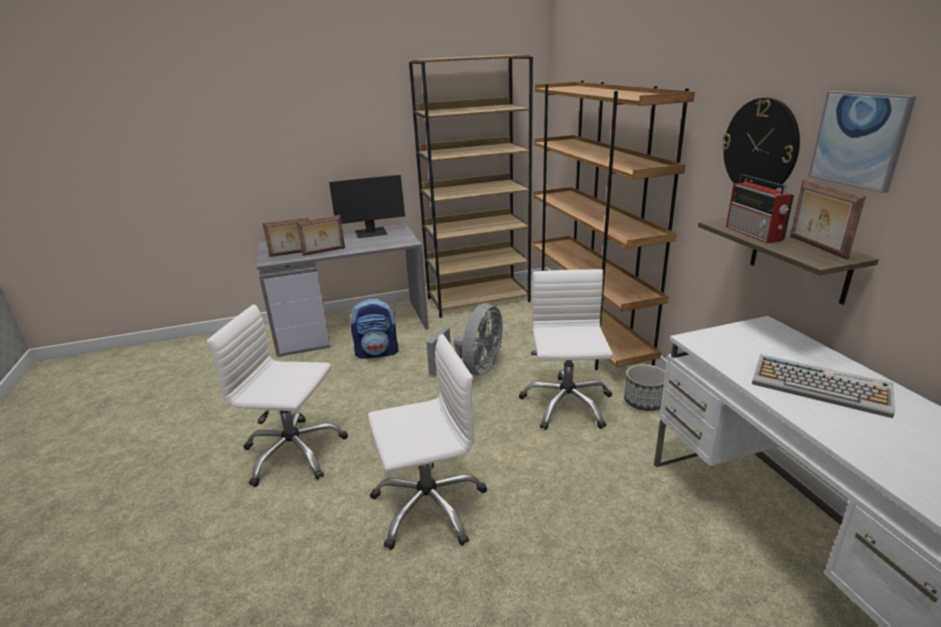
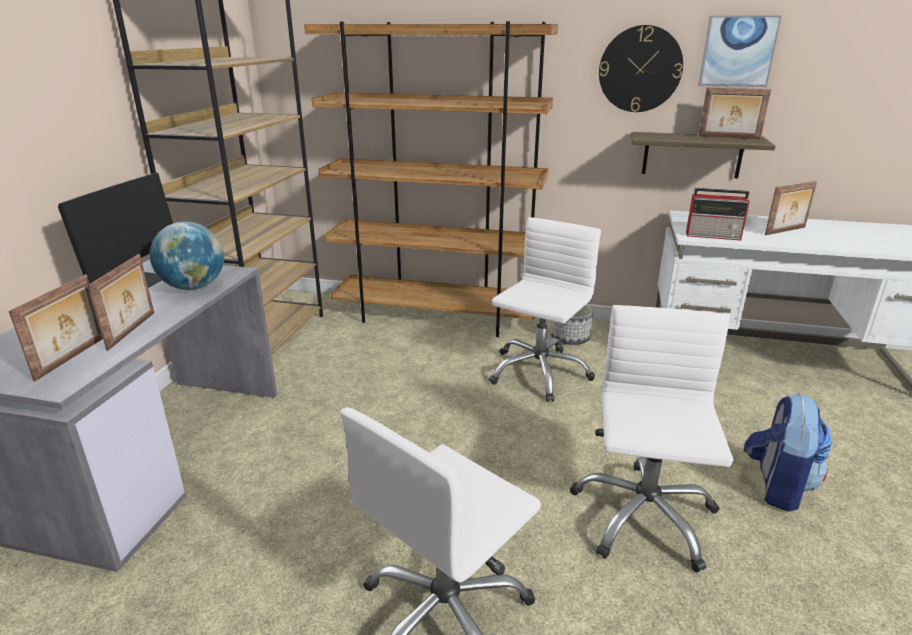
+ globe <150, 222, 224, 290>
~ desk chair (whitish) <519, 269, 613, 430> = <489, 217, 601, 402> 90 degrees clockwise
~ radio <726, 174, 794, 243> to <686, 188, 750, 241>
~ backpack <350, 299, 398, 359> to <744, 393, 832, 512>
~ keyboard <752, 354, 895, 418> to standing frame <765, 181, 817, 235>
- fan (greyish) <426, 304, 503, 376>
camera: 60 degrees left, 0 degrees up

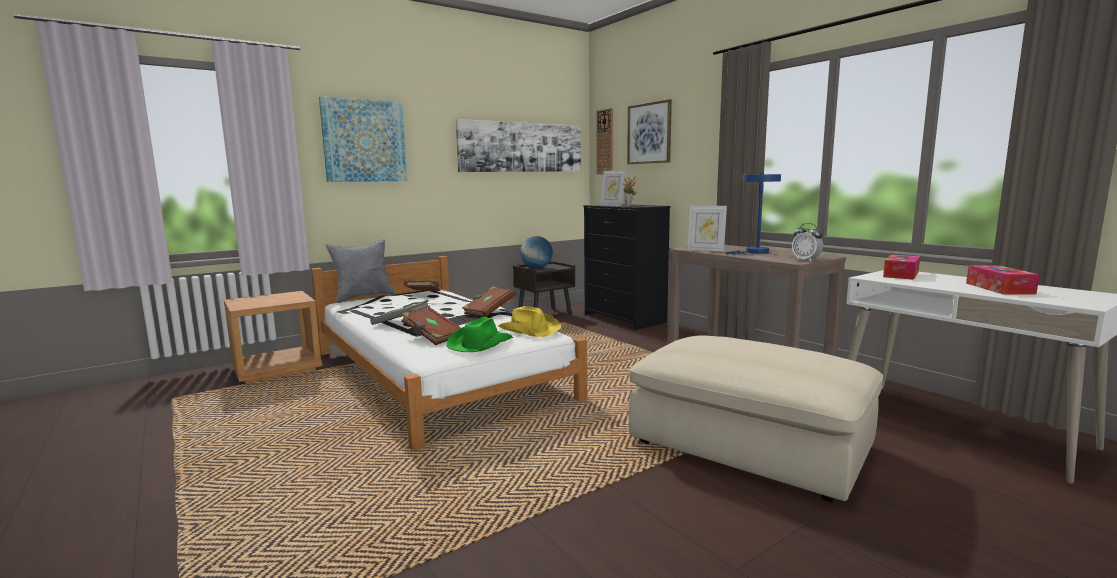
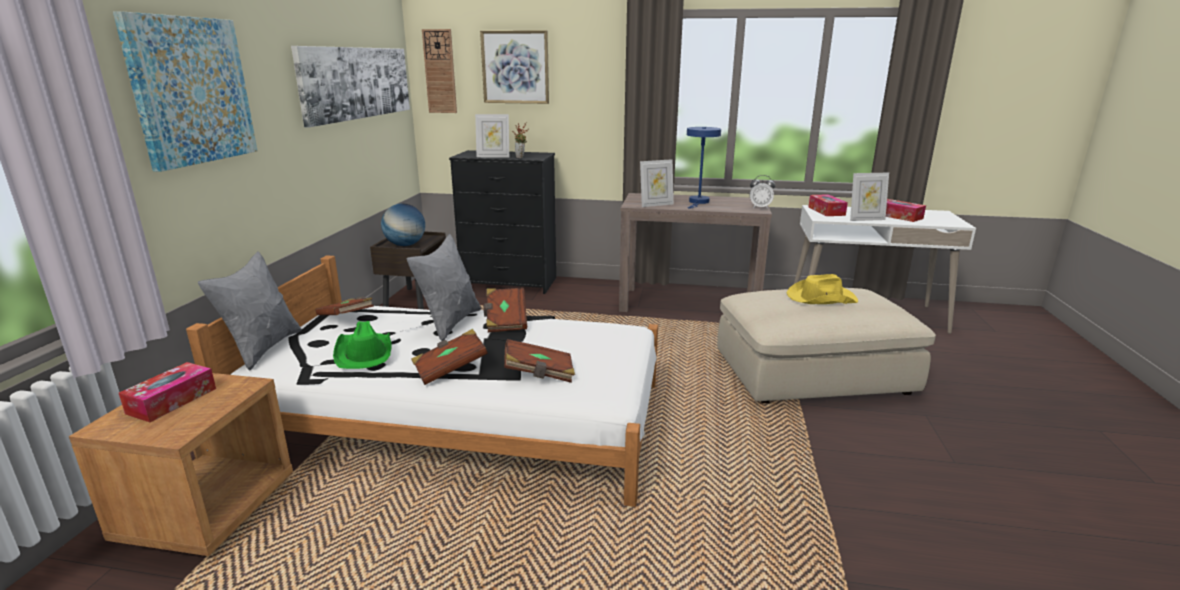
+ tissue holder <119, 362, 216, 422>
~ hat (green-coloured) <446, 317, 513, 352> to <333, 321, 392, 369>
+ pillow (greyish) <407, 234, 481, 341>
~ volume (greyish) <370, 300, 430, 325> to volume (brown) <411, 329, 488, 385>
~ hat (yellow-coloured) <498, 306, 561, 337> to <787, 274, 858, 304>
+ standing frame <850, 173, 889, 221>
camera: 45 degrees left, 10 degrees up

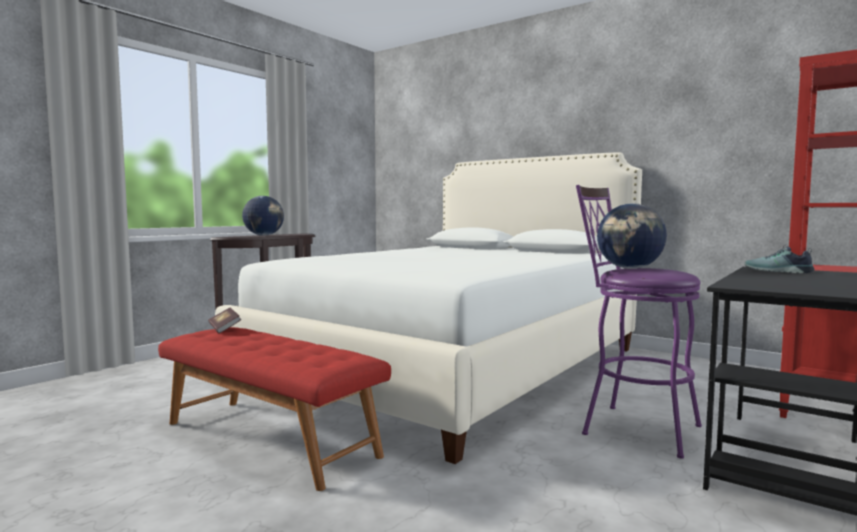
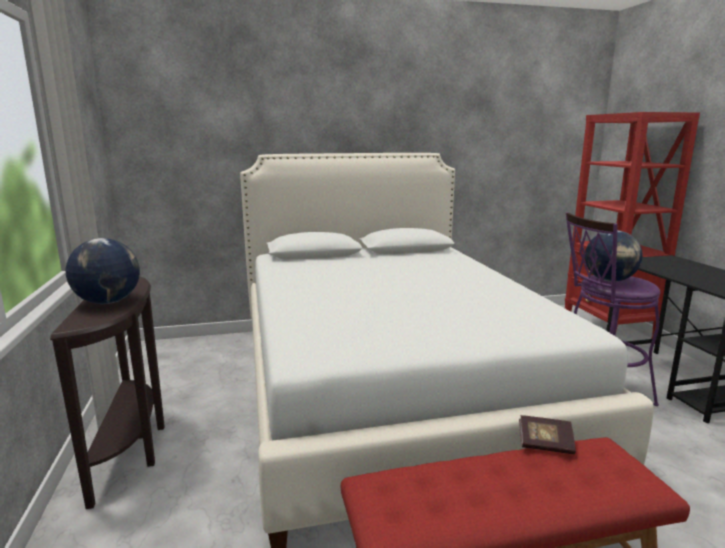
~ volume <208, 307, 241, 333> to <519, 415, 576, 454>
- shoe <744, 245, 815, 273>
camera: 50 degrees left, 10 degrees up

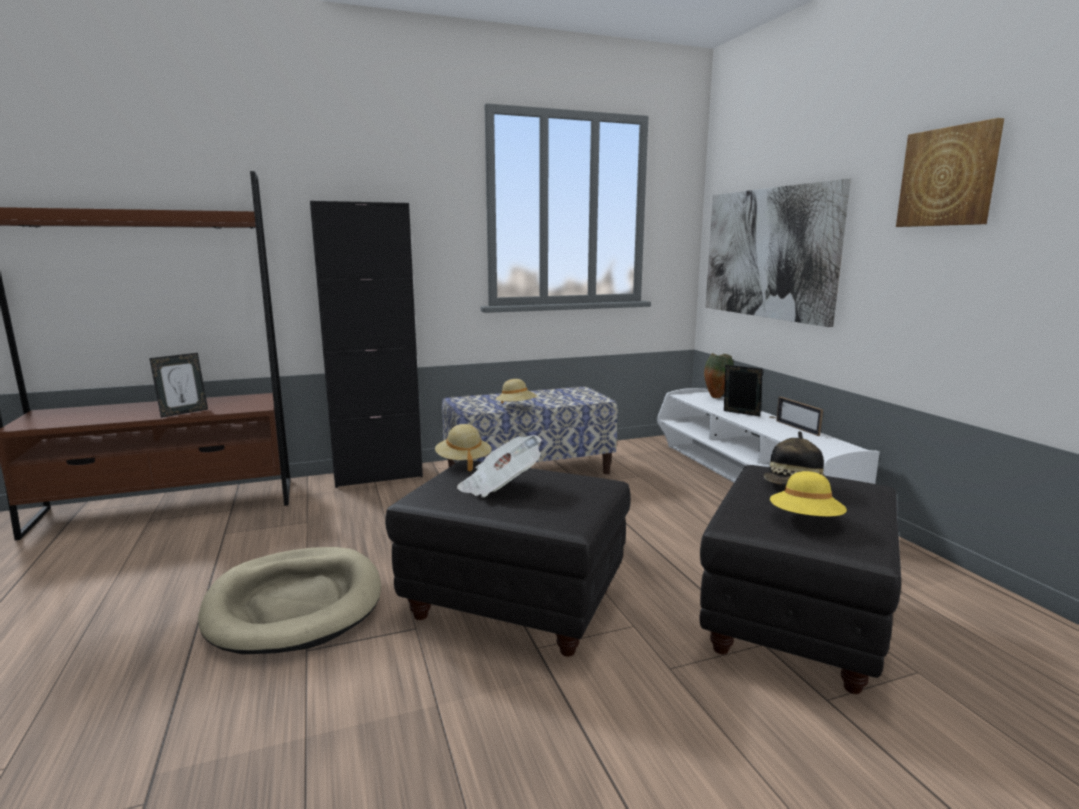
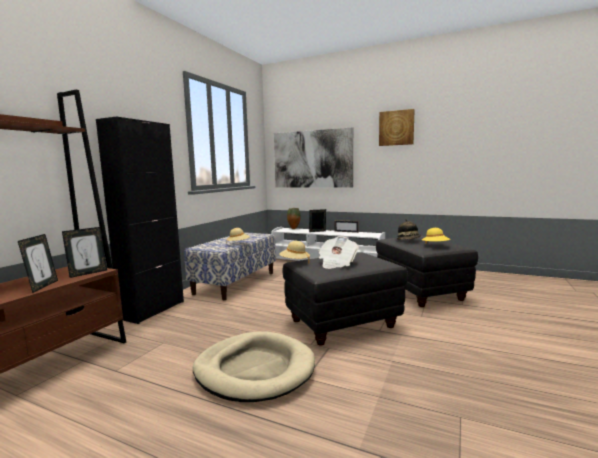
+ standing frame <62, 227, 107, 278>
camera: 45 degrees left, 5 degrees down

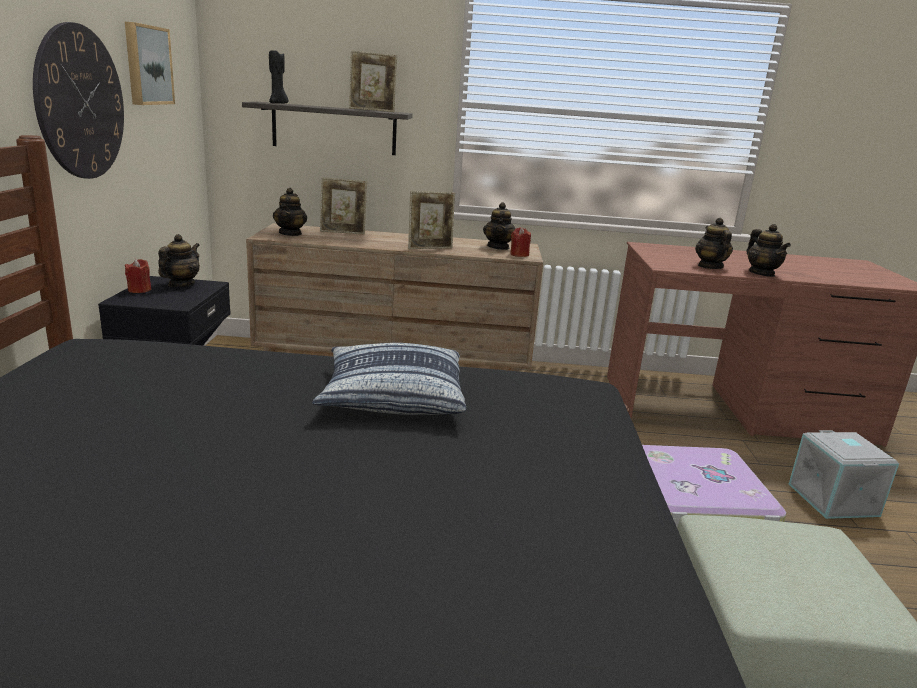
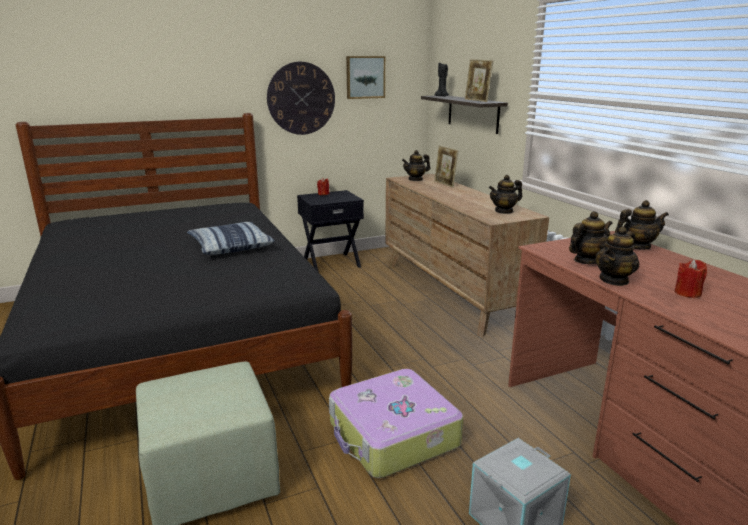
~ pot for tea <158, 234, 200, 287> to <615, 200, 669, 250>
~ wax candle (red-coloured) <510, 227, 531, 257> to <675, 260, 707, 298>
- standing frame <408, 191, 455, 249>
camera: 65 degrees right, 0 degrees up

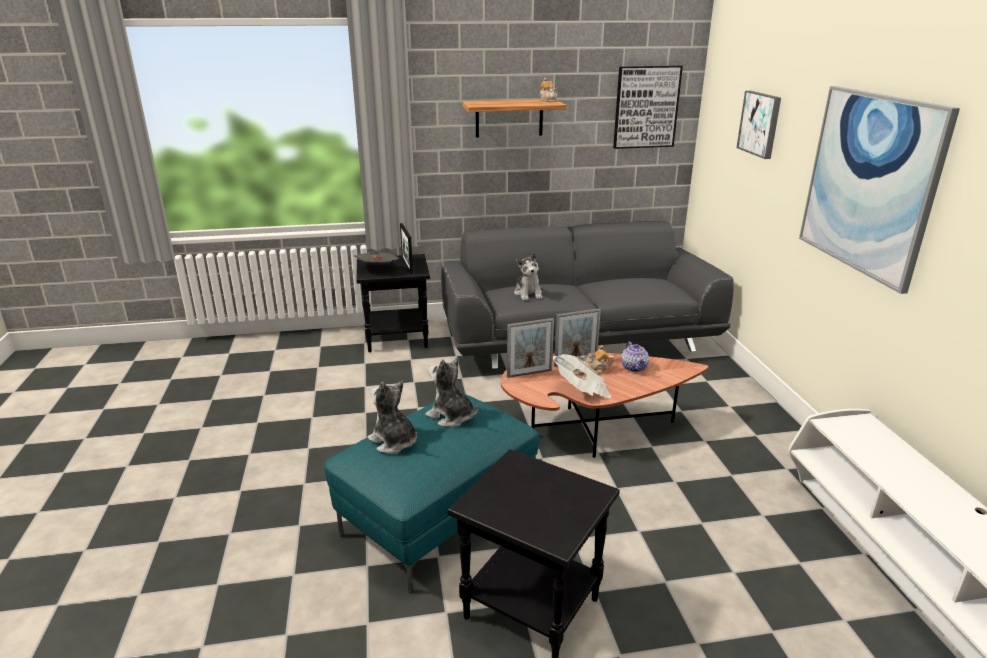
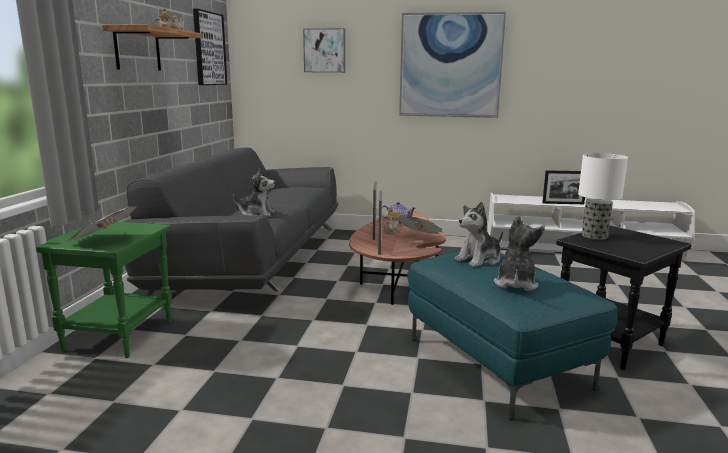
~ accent table (black-coloured) <356, 254, 430, 352> to accent table (green-coloured) <36, 222, 172, 358>
~ cuddly toy <368, 380, 417, 454> = <494, 215, 545, 291> 135 degrees clockwise
~ standing frame <400, 223, 413, 274> to <542, 170, 585, 204>
+ table lamp <578, 153, 628, 240>
camera: 70 degrees left, 10 degrees down

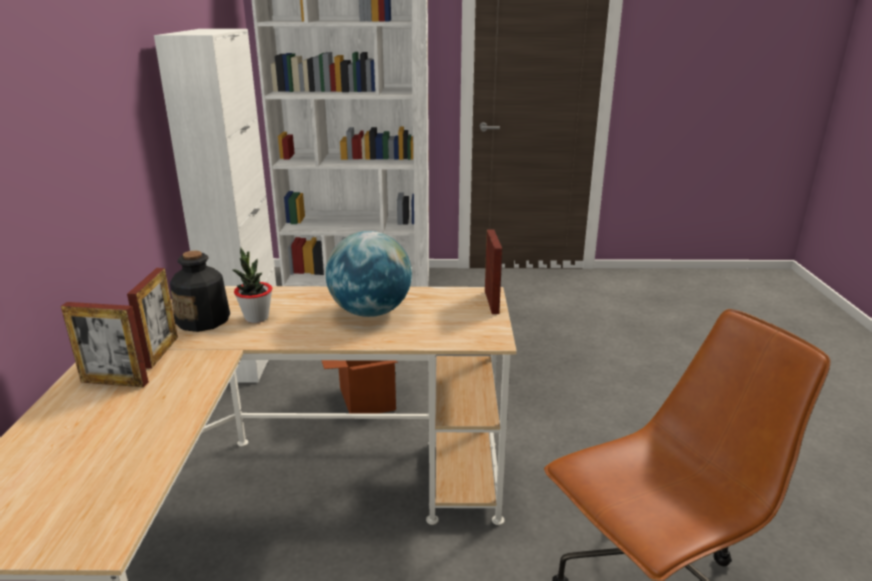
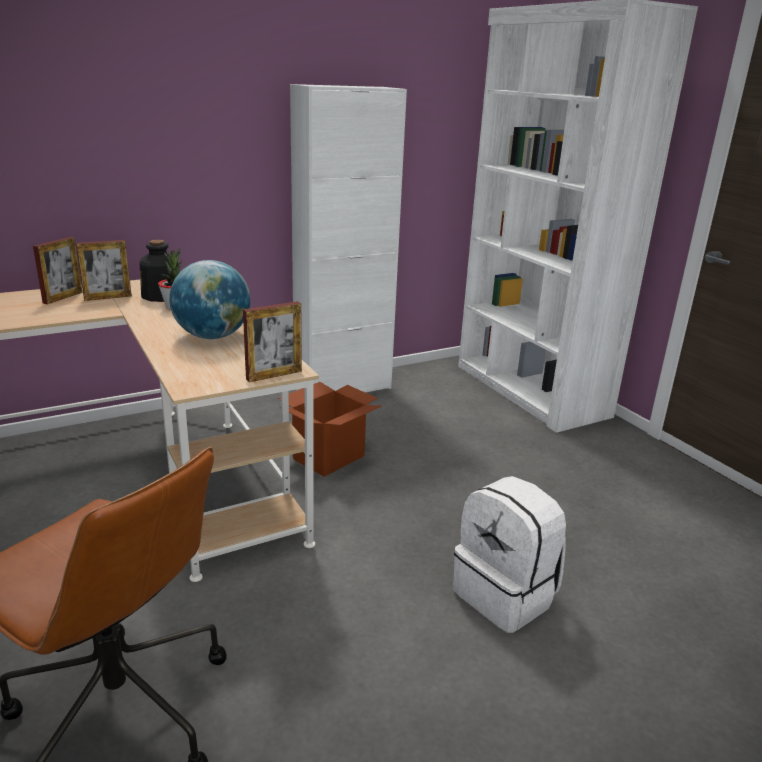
~ standing frame <61, 302, 149, 387> = <33, 237, 83, 304> 135 degrees counterclockwise
+ backpack (whitish) <453, 476, 566, 633>
camera: 60 degrees right, 0 degrees up

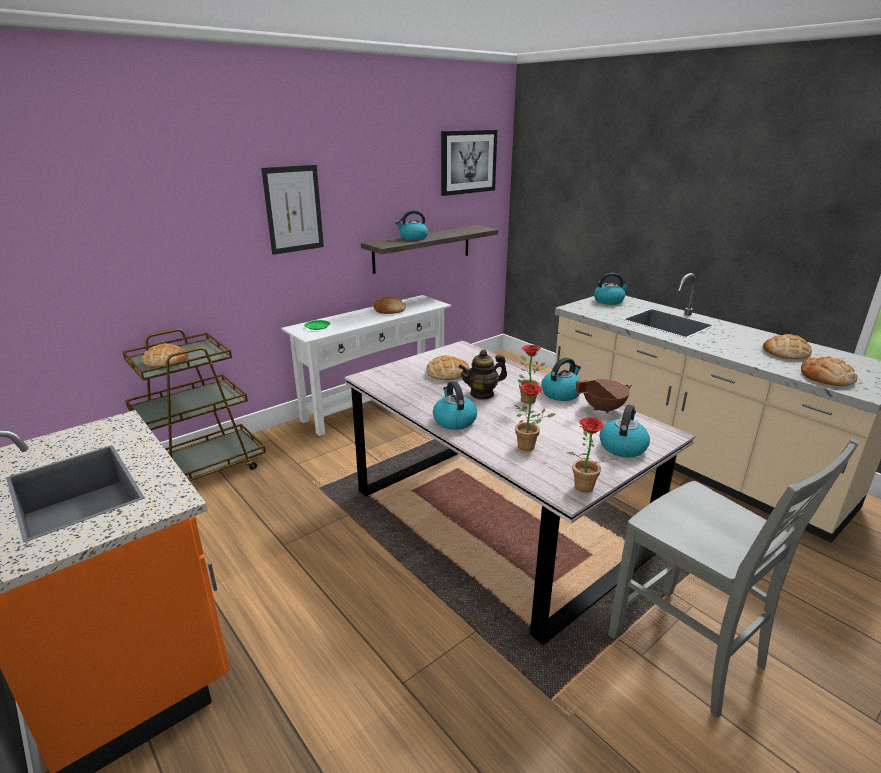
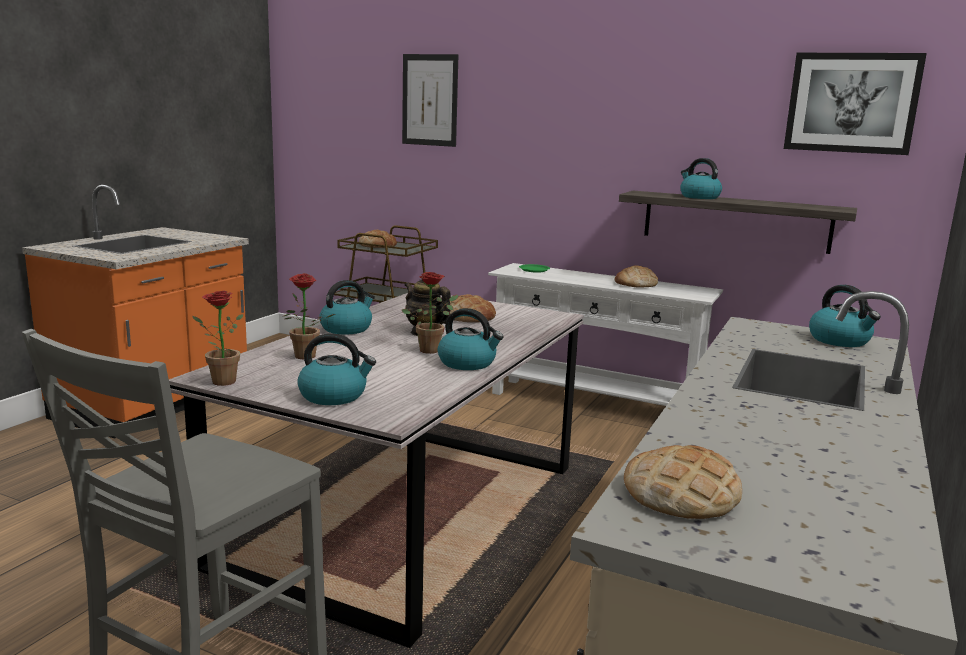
~ picture <261, 165, 324, 255> to <402, 54, 458, 147>
- cooking pot (brown) <575, 379, 632, 414>
- bread <763, 334, 812, 359>
camera: 65 degrees right, 10 degrees down

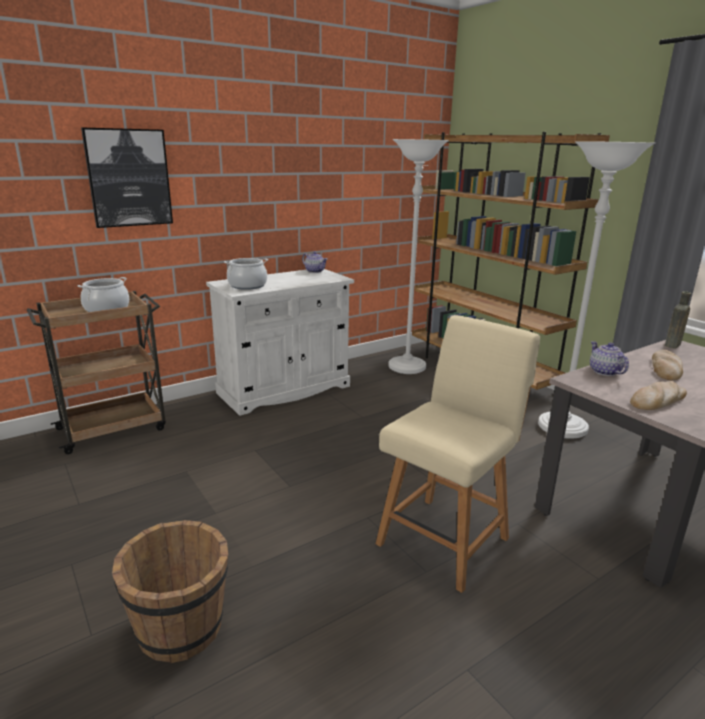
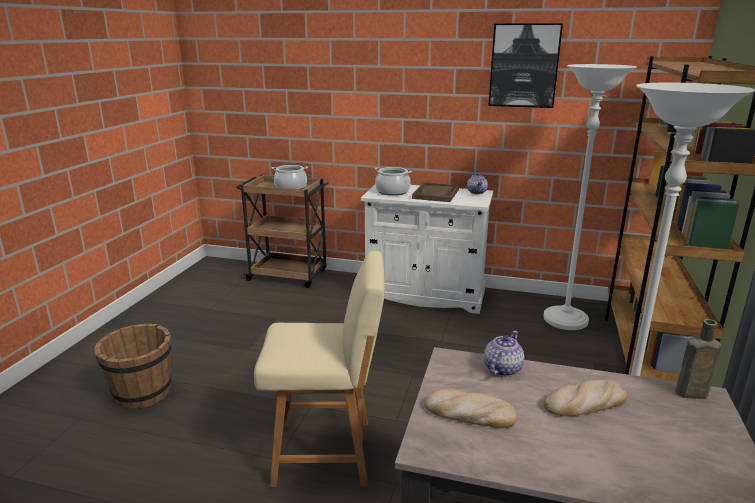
+ carrying tray (brown) <412, 182, 459, 202>
~ picture <81, 127, 173, 228> to <488, 23, 563, 108>
camera: 50 degrees right, 0 degrees up

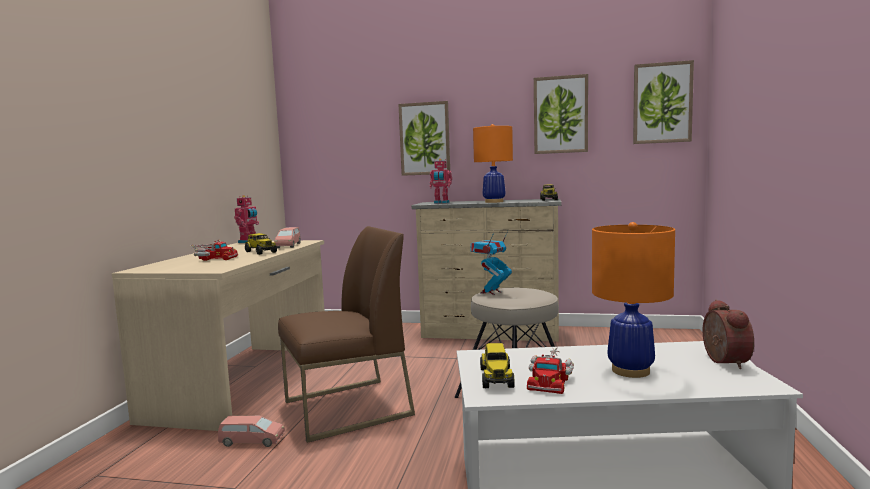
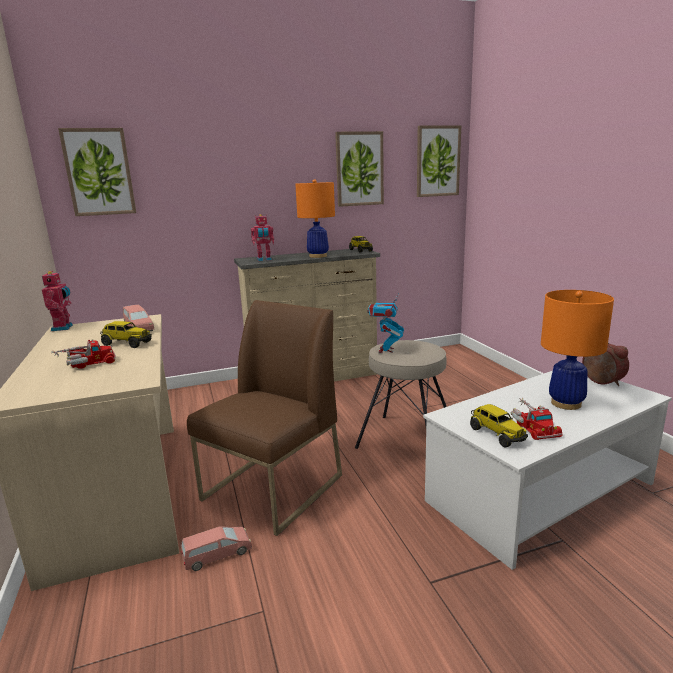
~ picture <398, 101, 450, 176> to <58, 128, 136, 216>
camera: 30 degrees left, 10 degrees up

